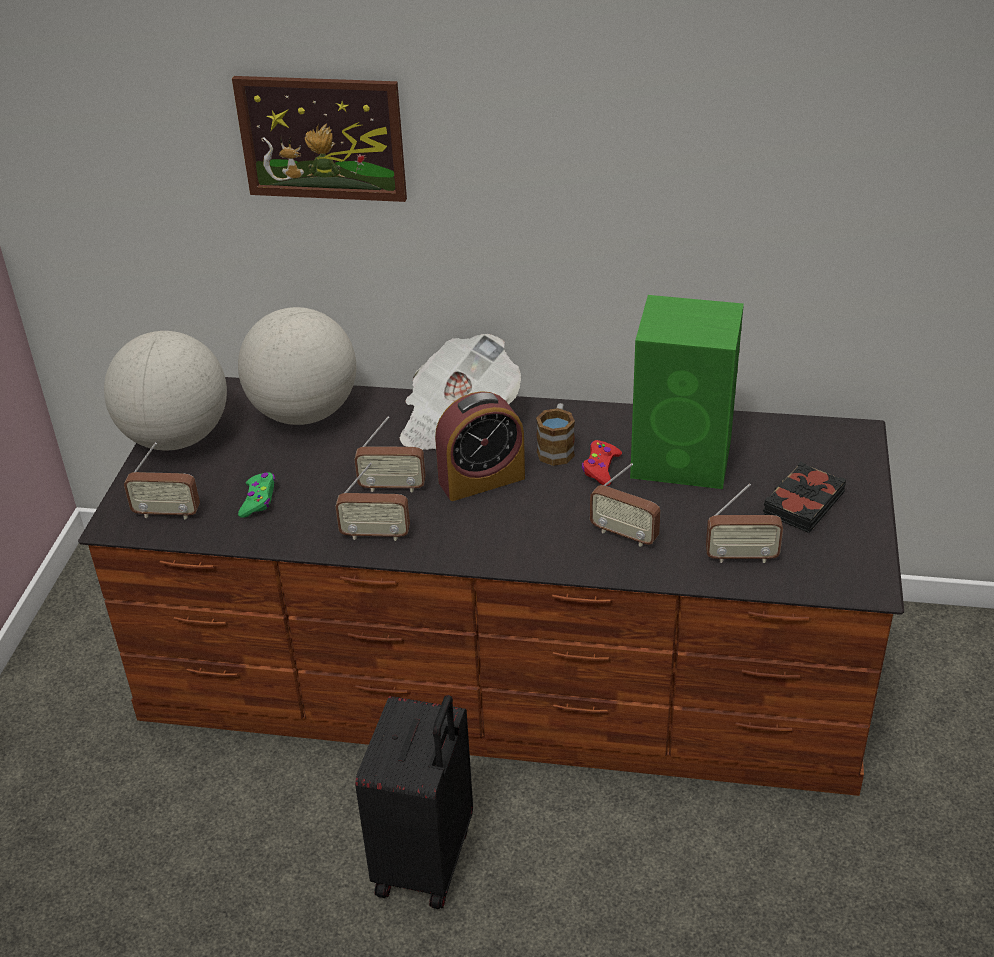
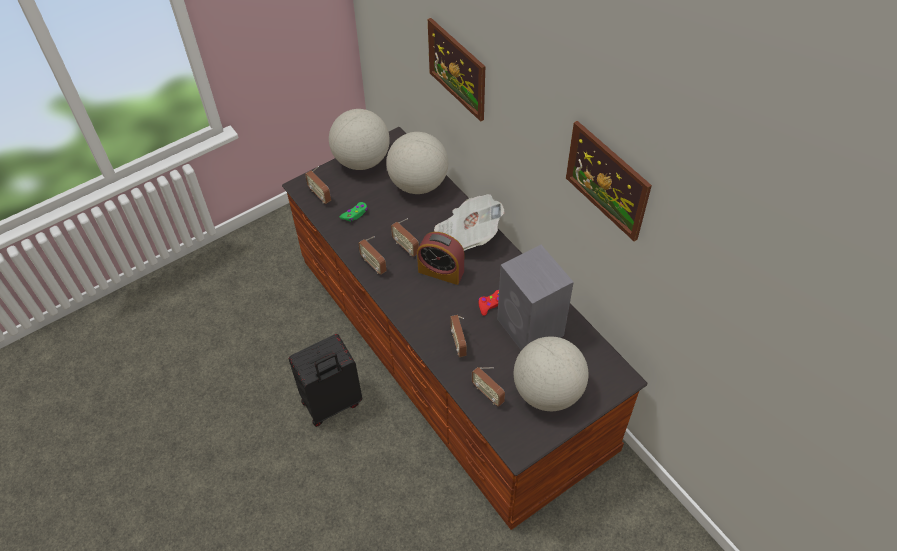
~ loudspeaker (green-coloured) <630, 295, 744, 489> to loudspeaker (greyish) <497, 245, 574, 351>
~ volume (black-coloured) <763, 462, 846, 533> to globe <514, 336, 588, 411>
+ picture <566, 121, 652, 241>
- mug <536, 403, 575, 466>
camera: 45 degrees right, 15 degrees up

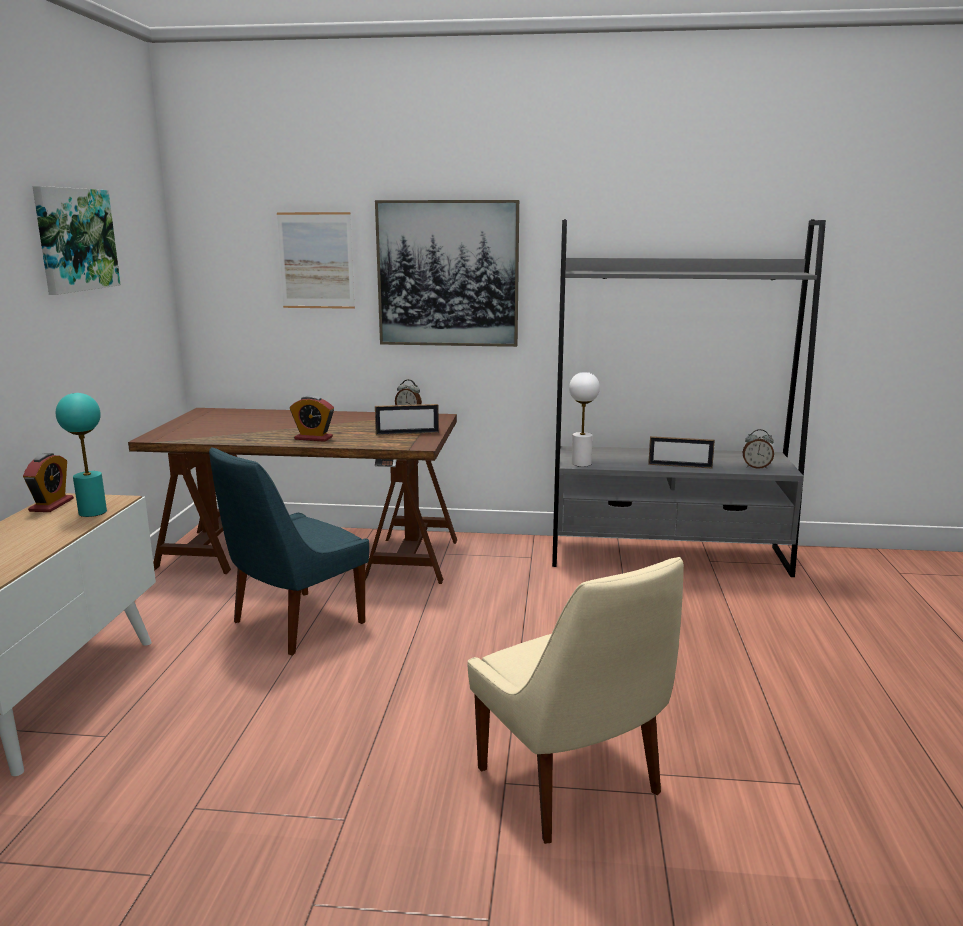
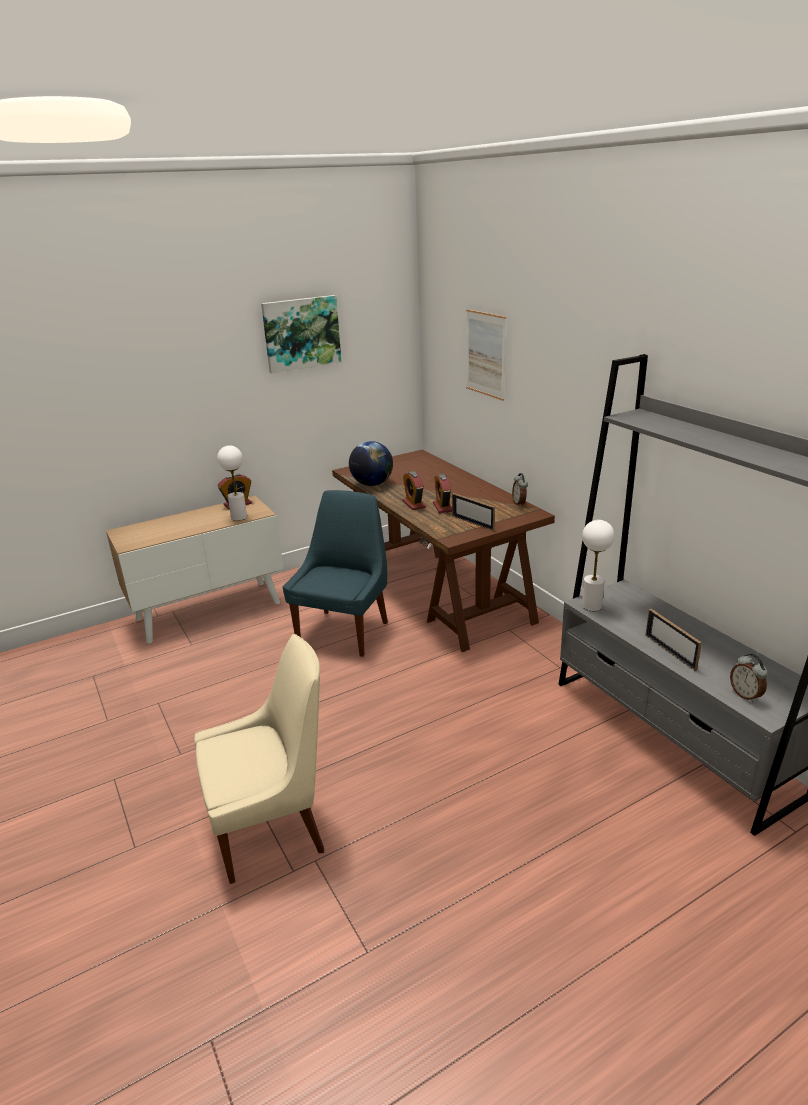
~ upright chair (beige-coloured) <467, 557, 684, 844> = <194, 634, 324, 884> 135 degrees counterclockwise
~ table lamp (blue-green) <56, 393, 107, 517> to table lamp (whitish) <217, 445, 247, 521>
~ upright chair (blue) <209, 447, 369, 655> = <283, 490, 388, 657> 105 degrees clockwise
+ globe <349, 441, 393, 486>
+ bedside clock <433, 474, 452, 513>
- picture <375, 200, 519, 347>
camera: 55 degrees right, 10 degrees up

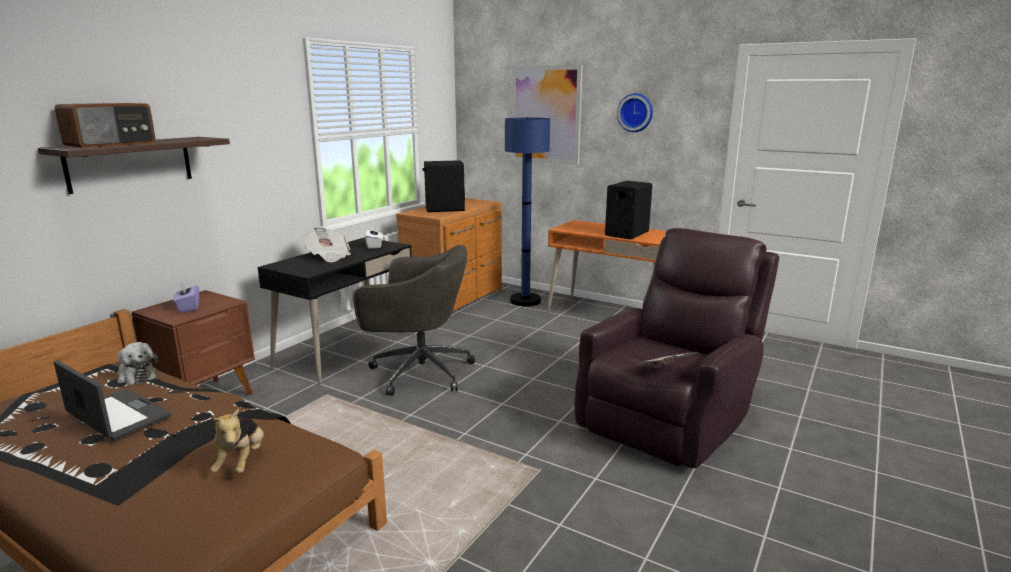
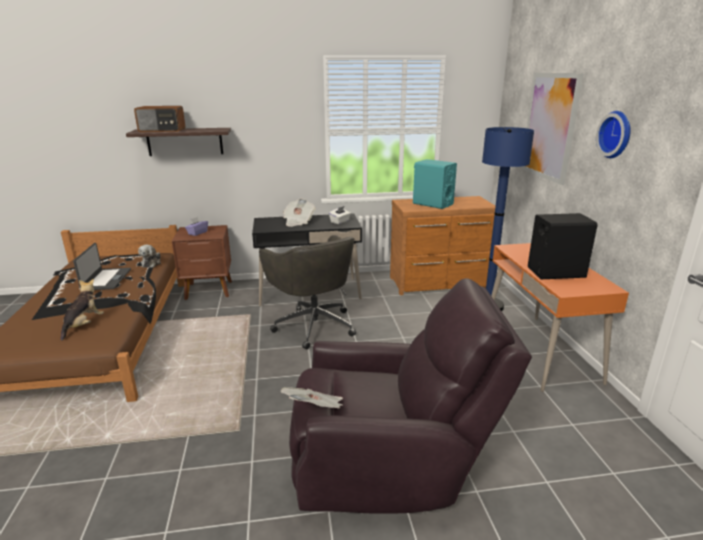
~ cuddly toy <211, 408, 264, 474> = <61, 279, 104, 341> 150 degrees clockwise
~ loudspeaker (black-coloured) <422, 160, 465, 212> to loudspeaker (blue-green) <413, 159, 457, 209>
camera: 50 degrees right, 5 degrees up

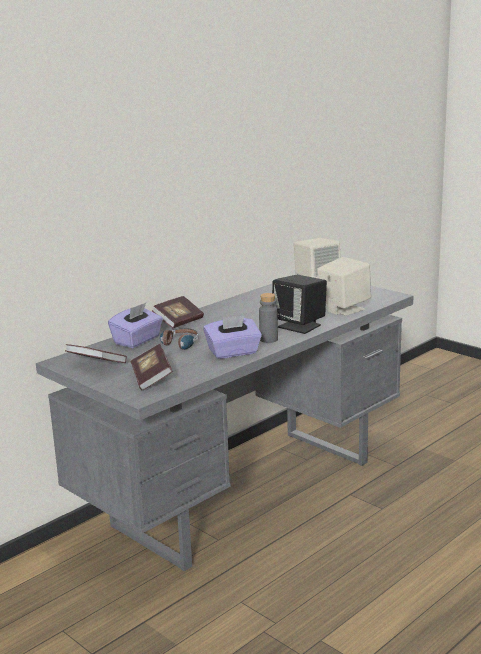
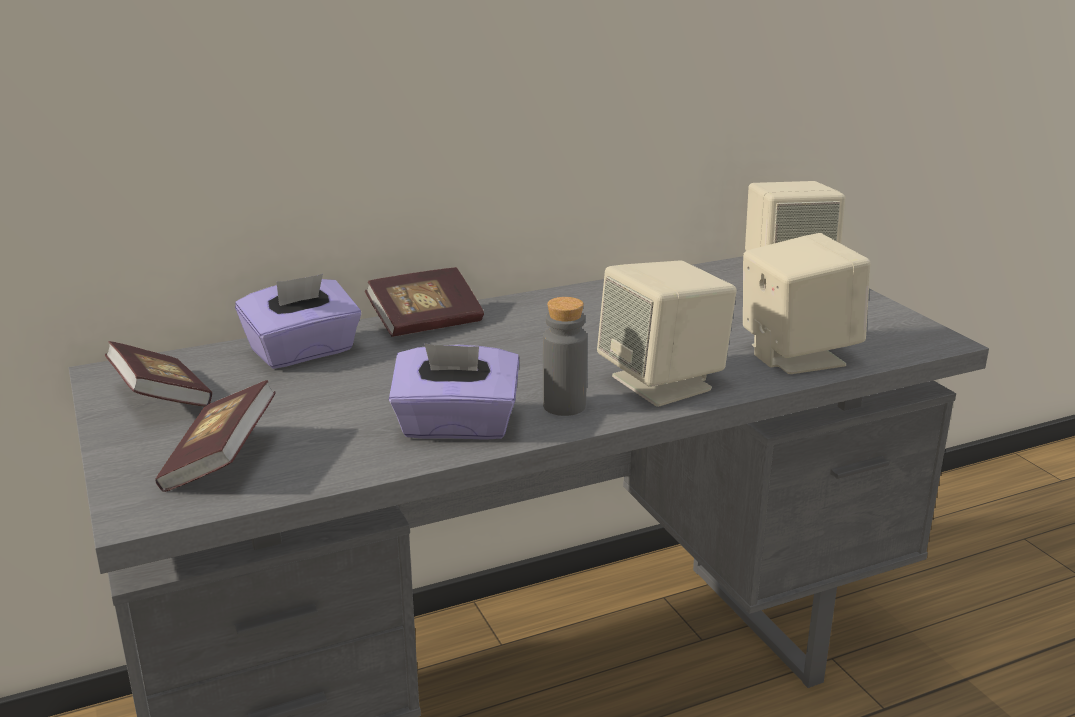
~ loudspeaker (black-coloured) <272, 275, 327, 334> to loudspeaker (beige-coloured) <597, 261, 737, 407>
- pair of headphones <160, 329, 199, 350>
camera: 20 degrees right, 5 degrees up

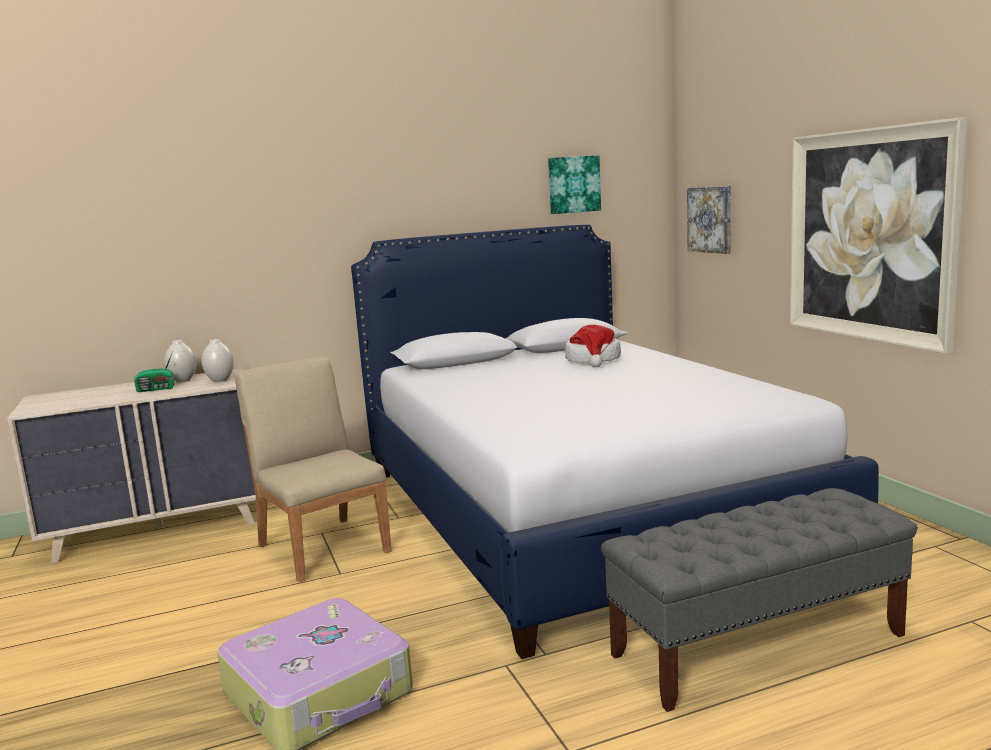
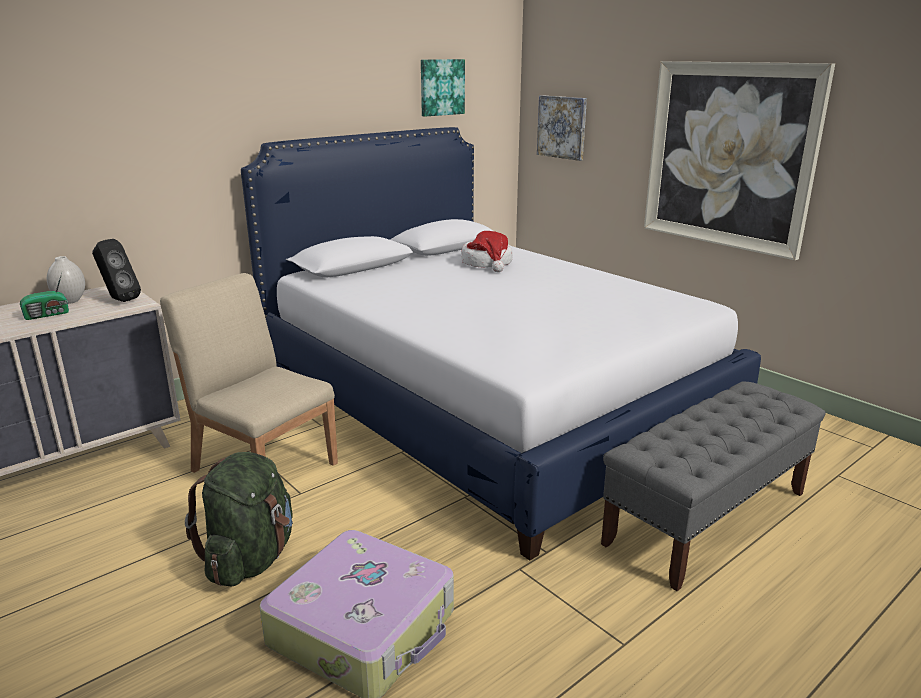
~ flower vase (whitish) <201, 339, 234, 382> to loudspeaker (black-coloured) <92, 239, 141, 302>
+ backpack (green-coloured) <185, 452, 293, 586>
camera: 20 degrees left, 10 degrees up

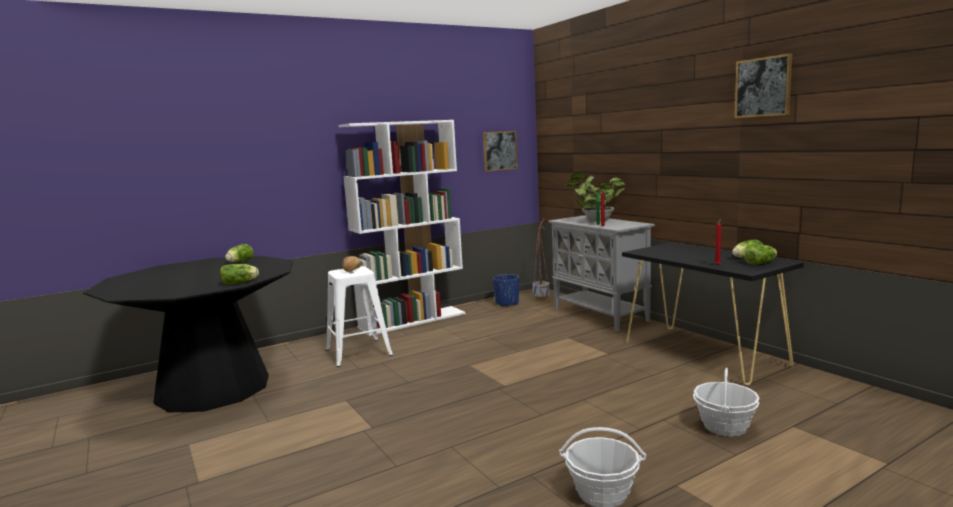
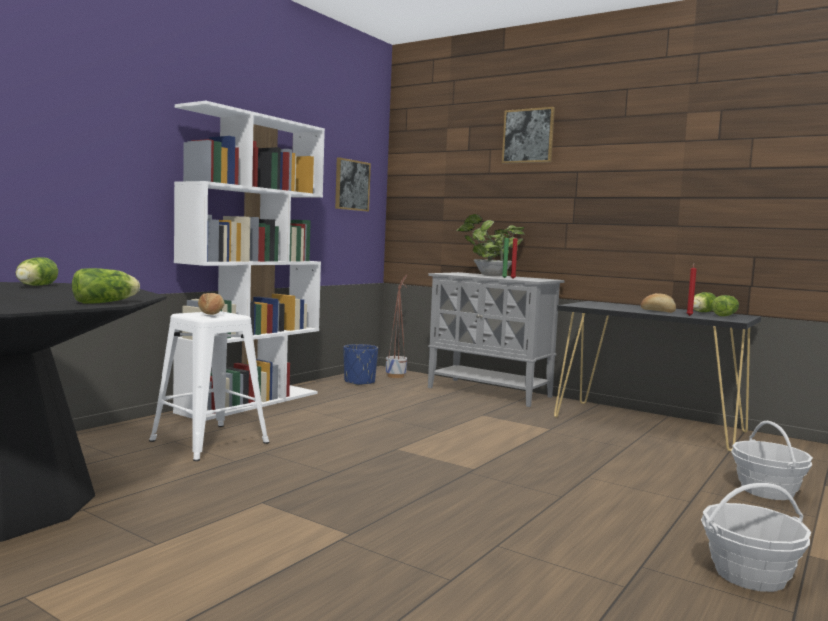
~ picture <735, 53, 792, 118> to <502, 107, 555, 164>
+ bread <641, 293, 676, 313>
camera: 25 degrees left, 5 degrees down

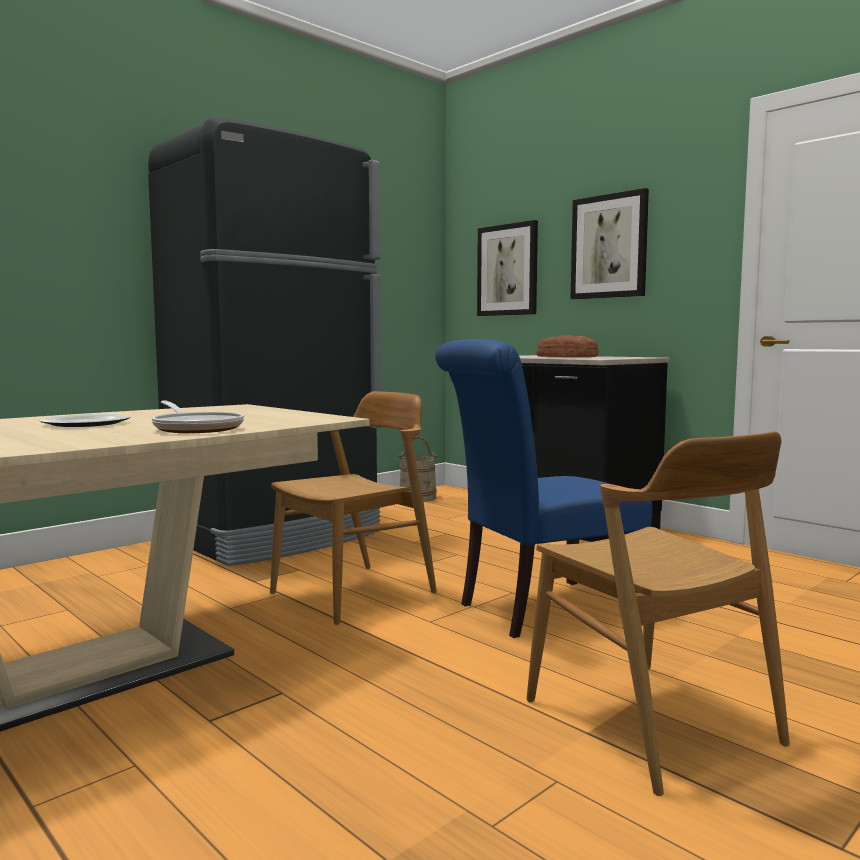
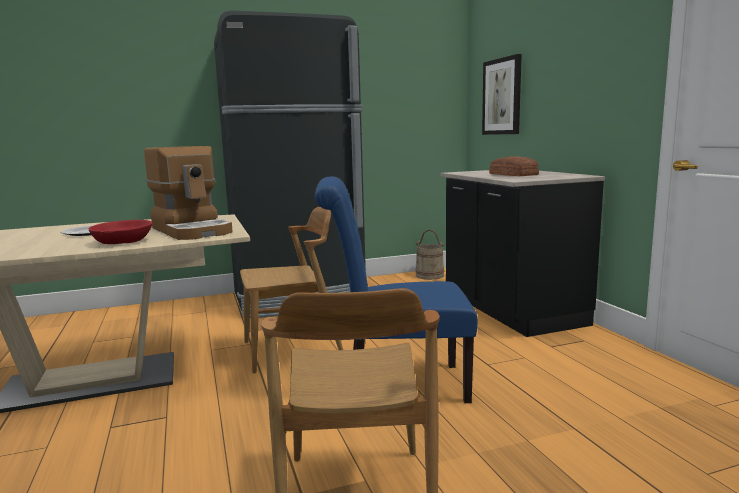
~ skillet <152, 400, 244, 433> to deep dish (red-coloured) <89, 220, 153, 244>
+ coffee maker <144, 146, 233, 240>
- picture <570, 188, 649, 299>
camera: 25 degrees right, 5 degrees up

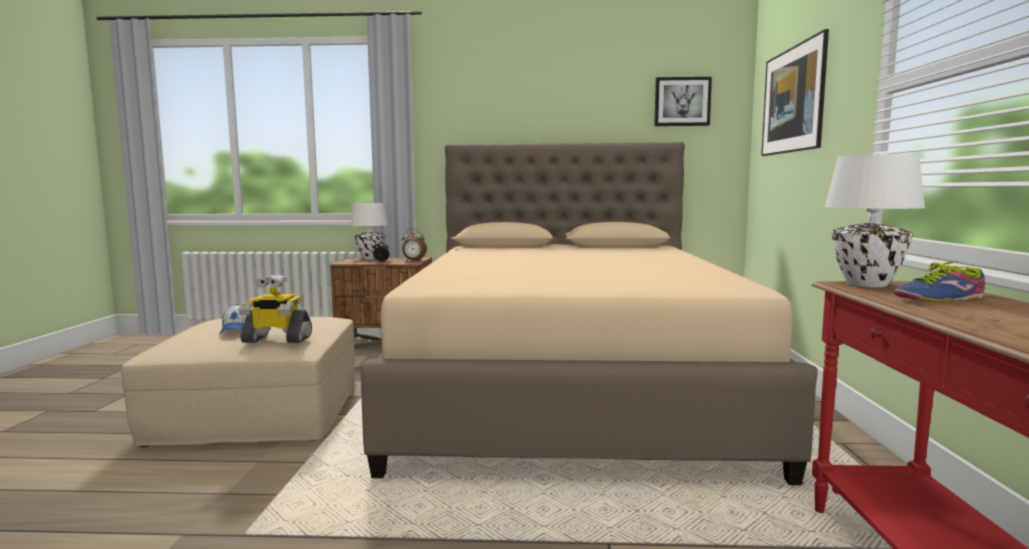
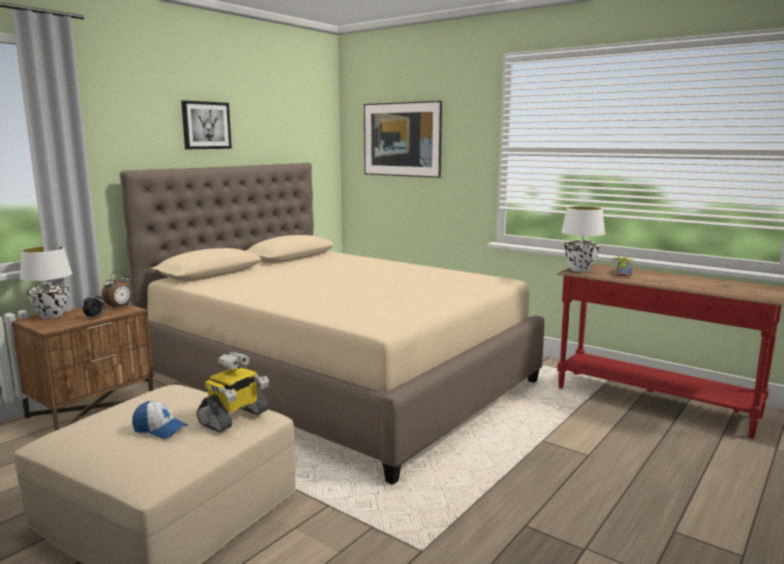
~ picture <654, 77, 712, 126> to <181, 100, 232, 149>
camera: 55 degrees left, 5 degrees up

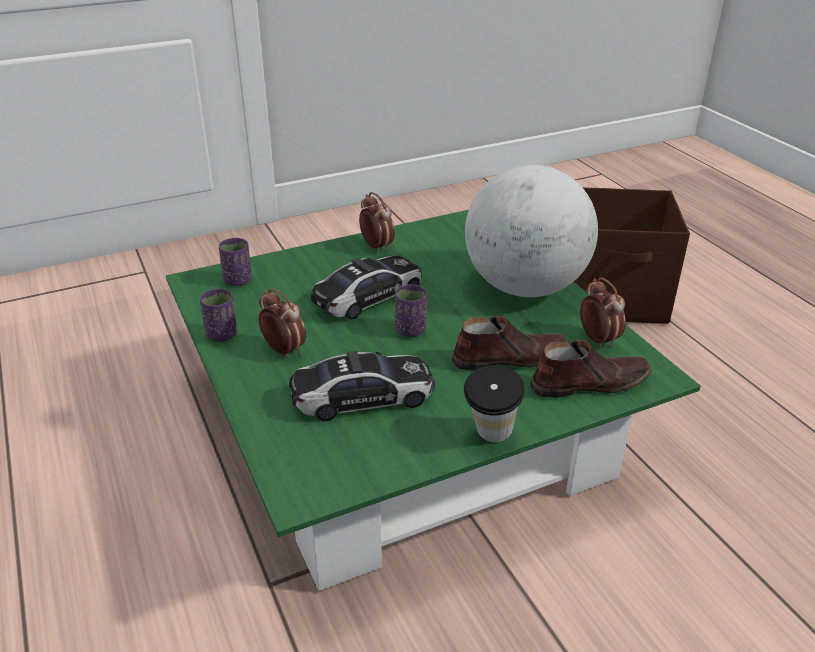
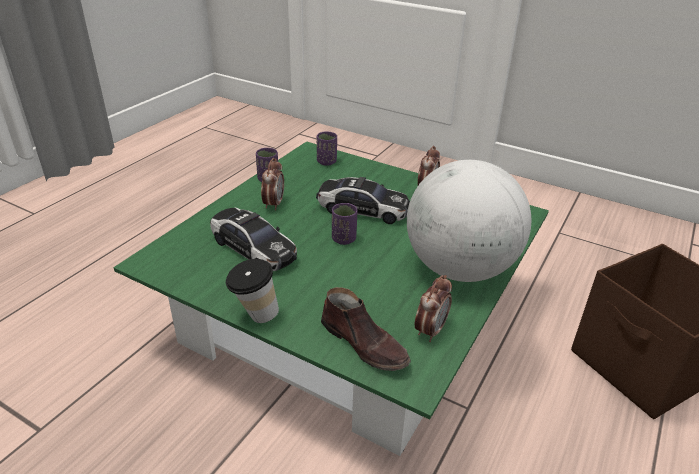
- shoe (brown) <452, 316, 569, 371>
camera: 55 degrees right, 0 degrees up

